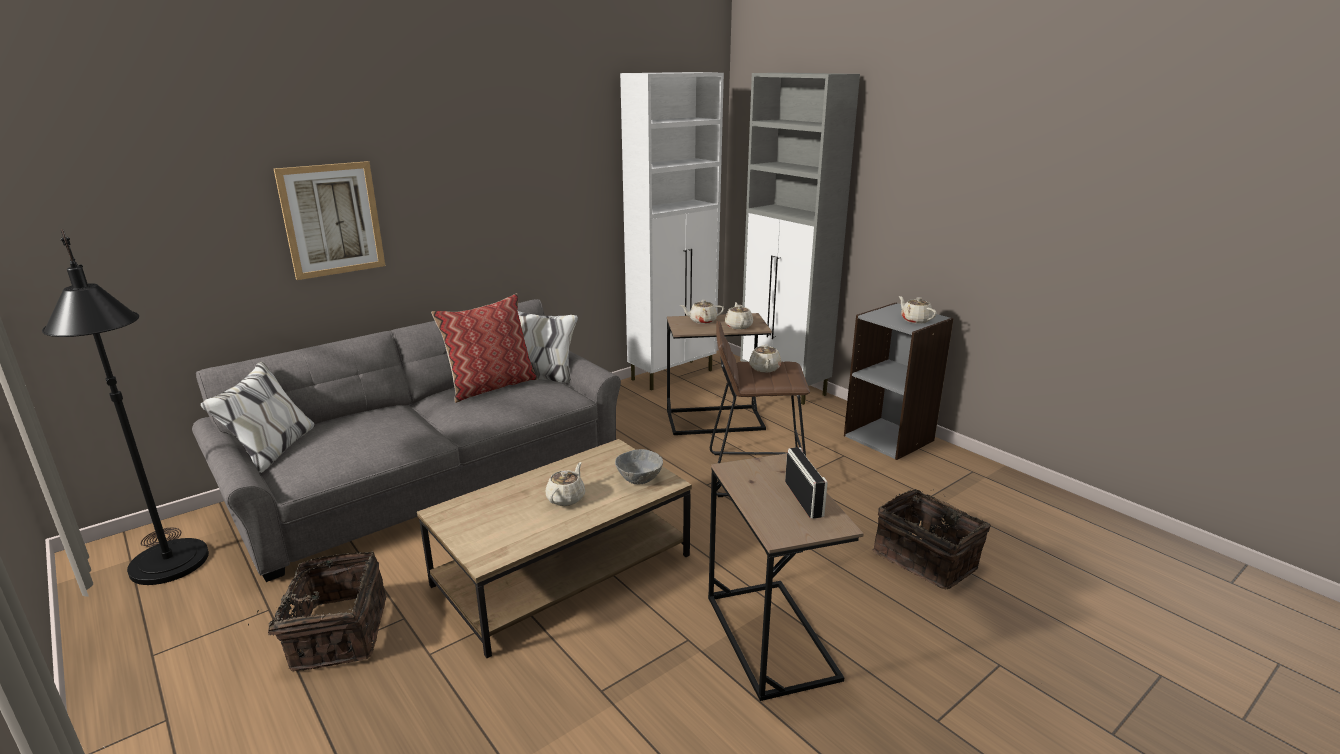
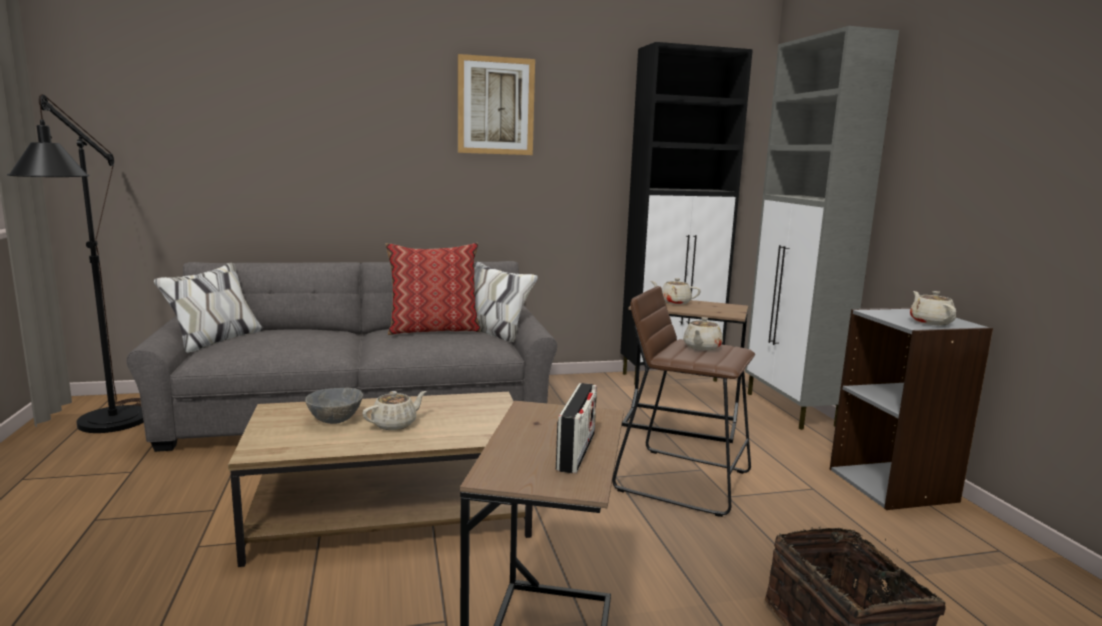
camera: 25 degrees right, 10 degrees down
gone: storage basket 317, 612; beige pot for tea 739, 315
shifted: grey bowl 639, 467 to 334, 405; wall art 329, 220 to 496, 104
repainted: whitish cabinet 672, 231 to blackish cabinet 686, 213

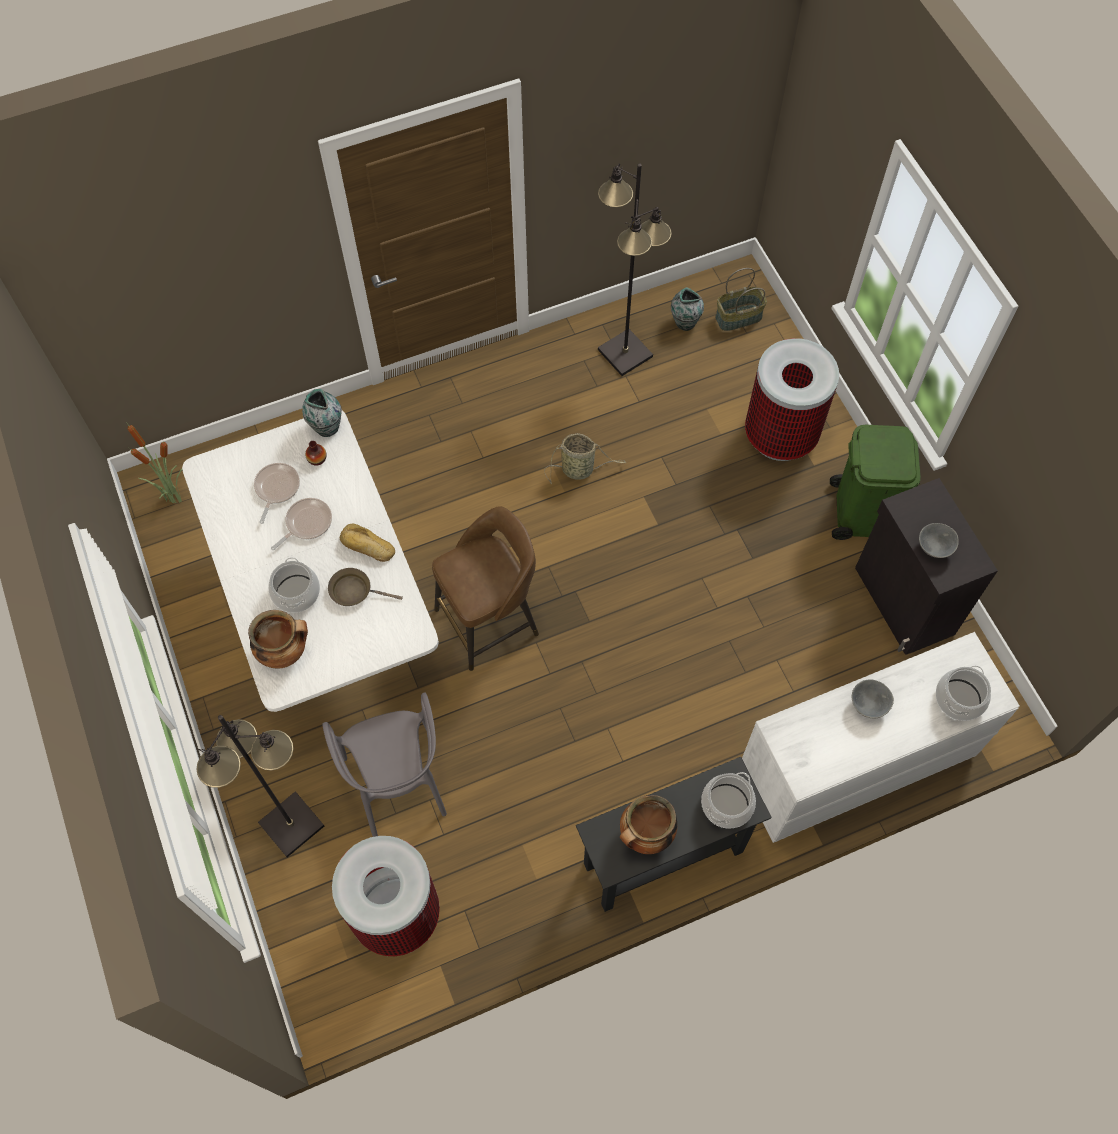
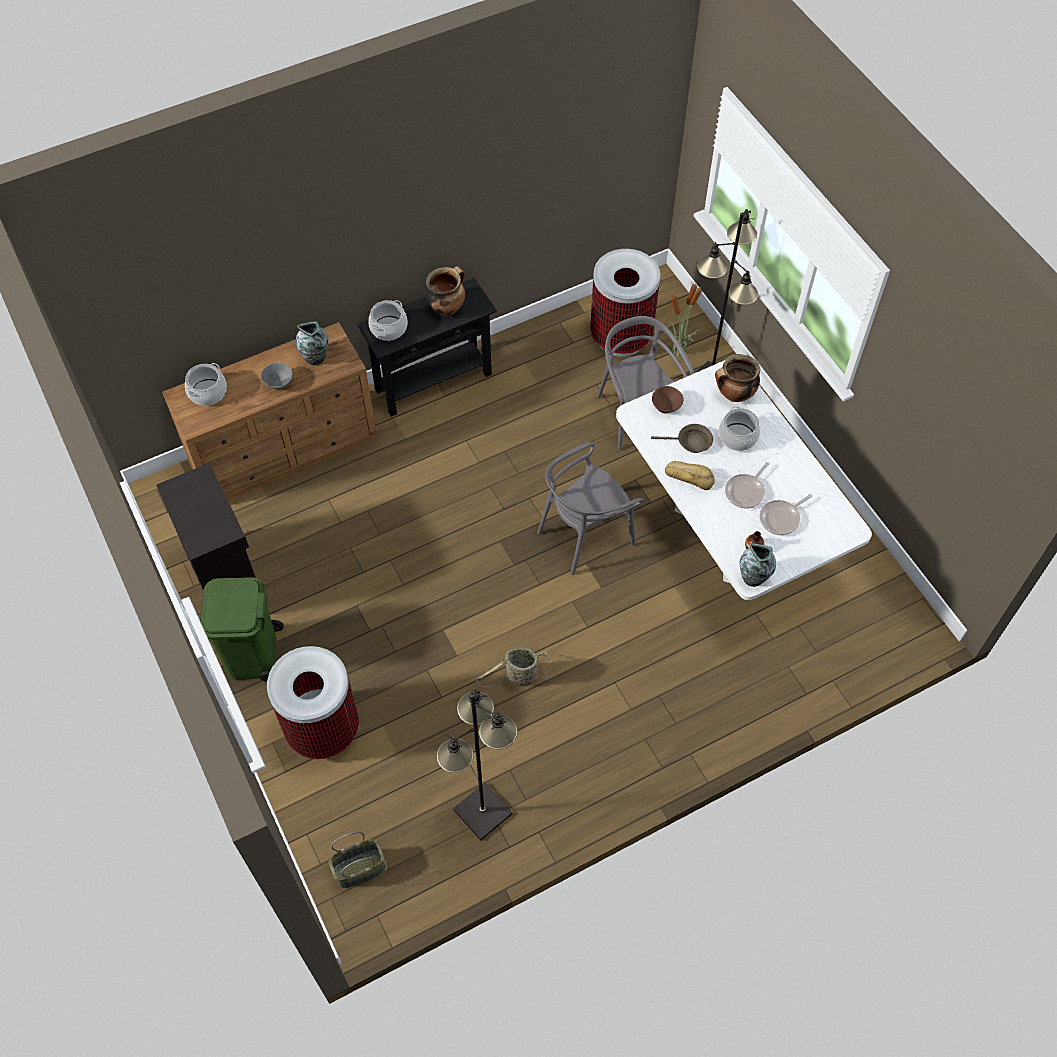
camera: 175 degrees right, 5 degrees down
gone: grey bowl 939, 540
new: brown-coloured bowl 668, 399
shifted: flower vase 687, 309 to 312, 343; houseplant 154, 462 to 683, 318
swapped: brown-coloured stool 485, 588 to grey upright chair 590, 508
repainted: whitish dresser 881, 737 to brown-coloured dresser 270, 411
rotated: skillet 277, 493 = 785, 514 45 degrees clockwise

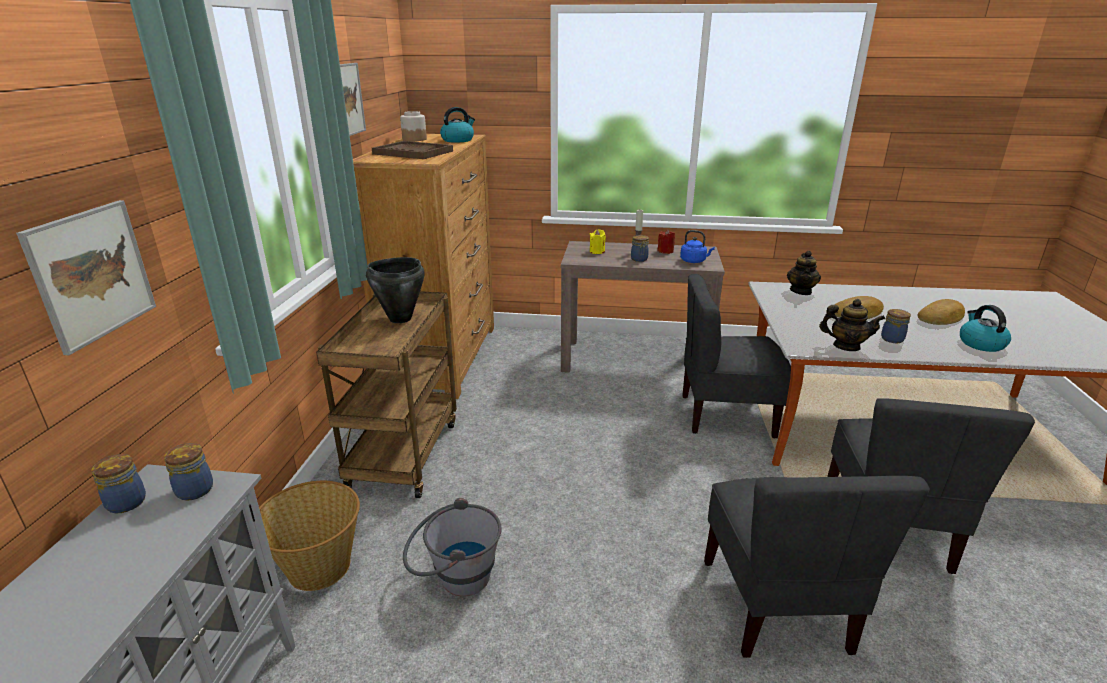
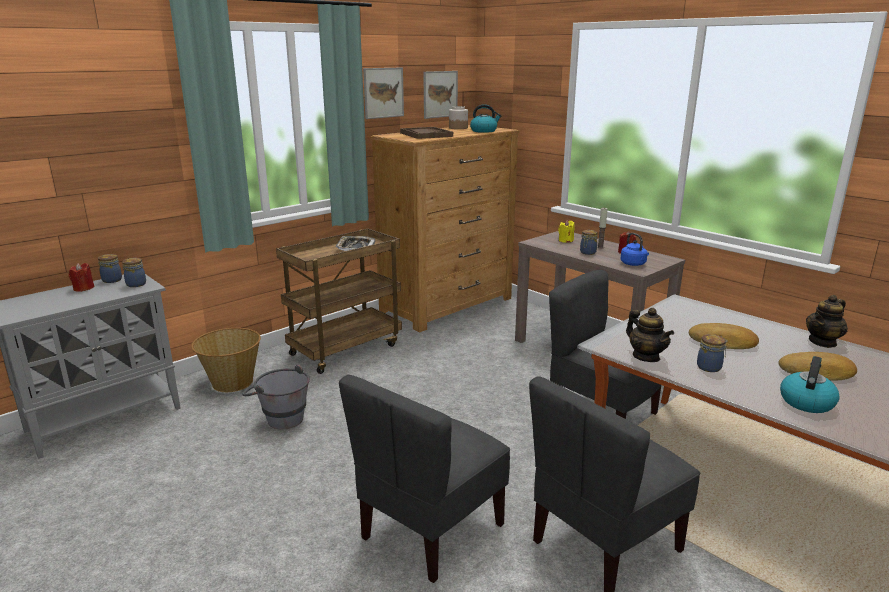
camera: 40 degrees right, 5 degrees down
new: red-coloured candle 81, 277
shifted: wall art 86, 277 to 440, 95; pot for tea 804, 273 to 827, 321
swapped: blackish cooking pot 395, 290 to tray 356, 243

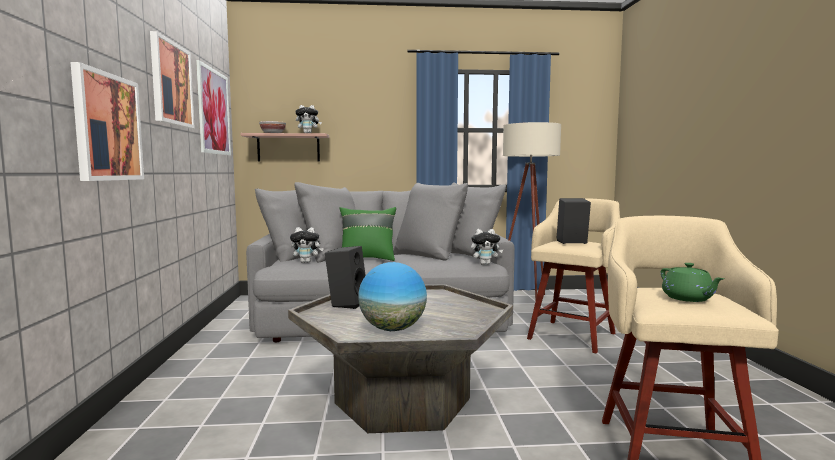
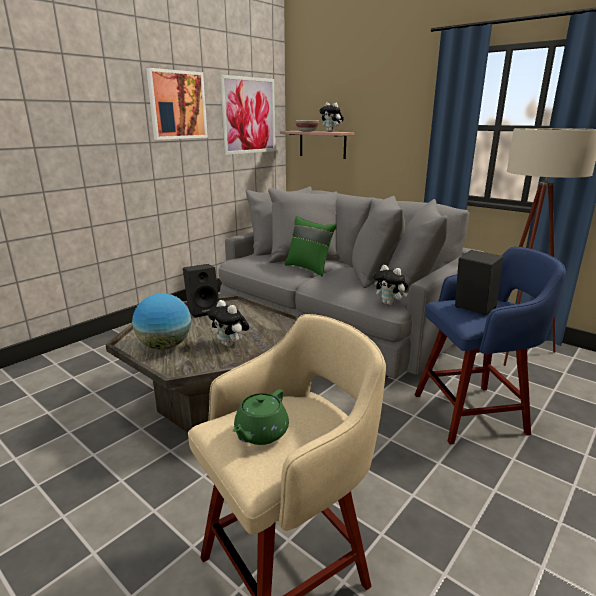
camera: 45 degrees right, 15 degrees up
gone: wall art 107, 121
shifted: cuddly toy 307, 245 to 228, 323
repainted: beige stool 573, 276 to blue stool 490, 346

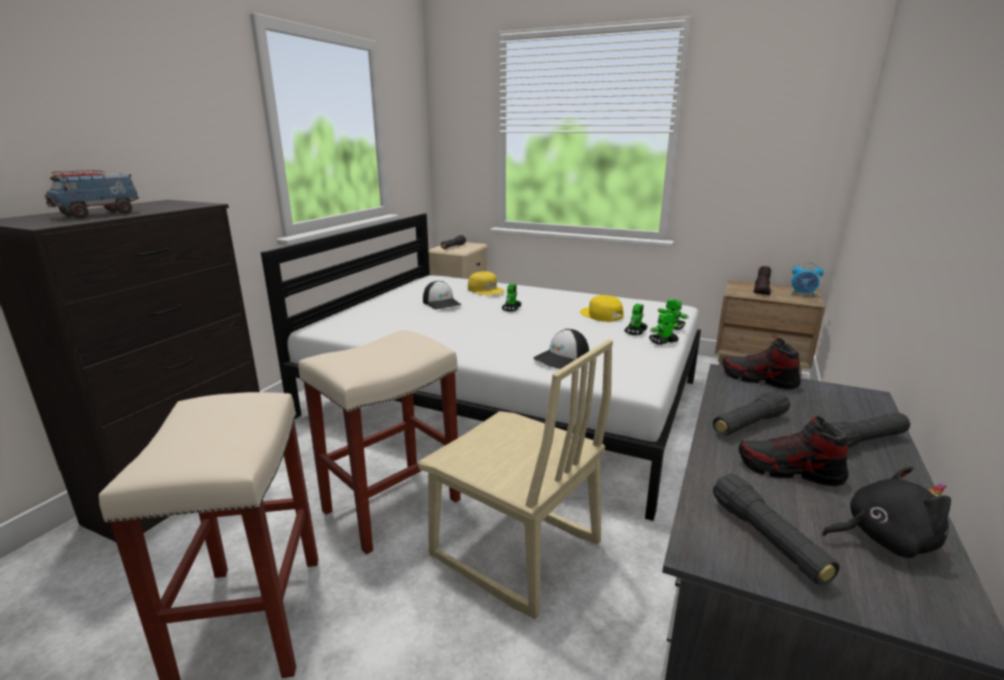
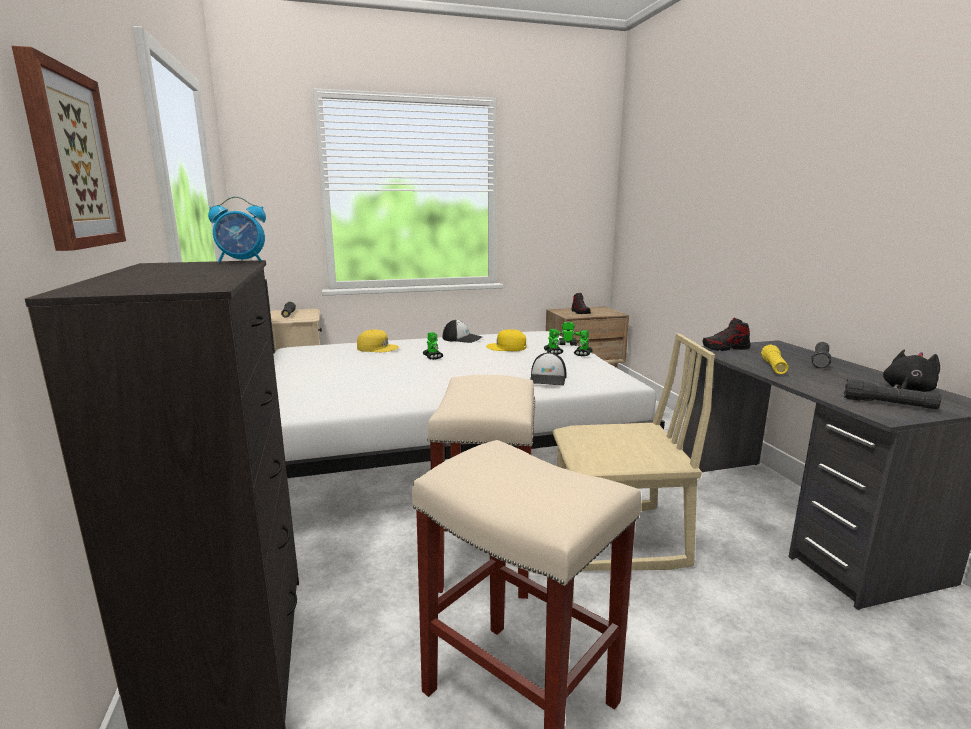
camera: 40 degrees left, 5 degrees down
gone: model truck 92, 194; item of footwear 794, 451
new: wall art 69, 148
shifted: bedside clock 807, 279 to 237, 229; peaked cap 442, 295 to 462, 331
repainted: blackish torch 751, 413 to yellow torch 775, 359

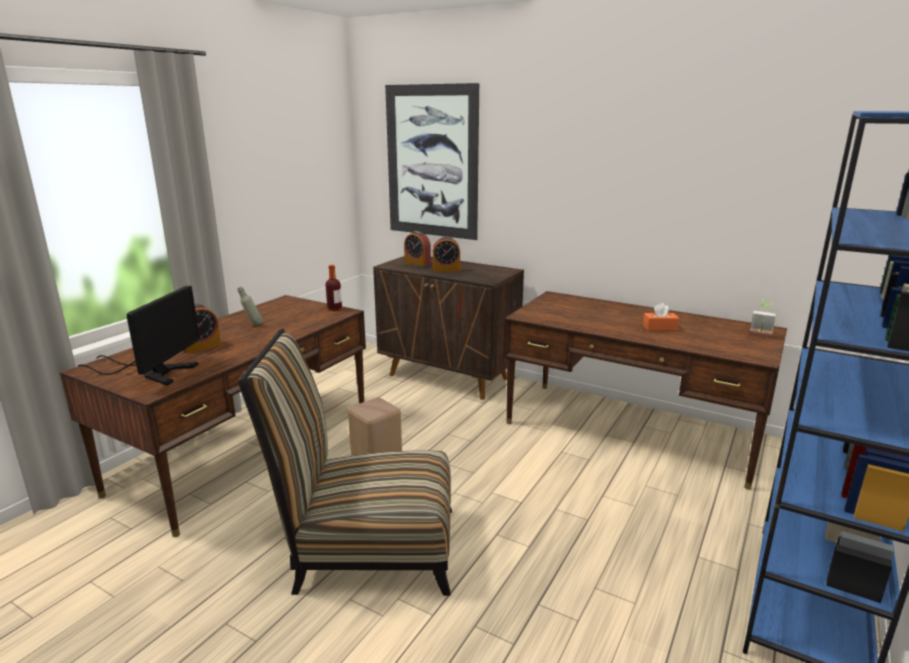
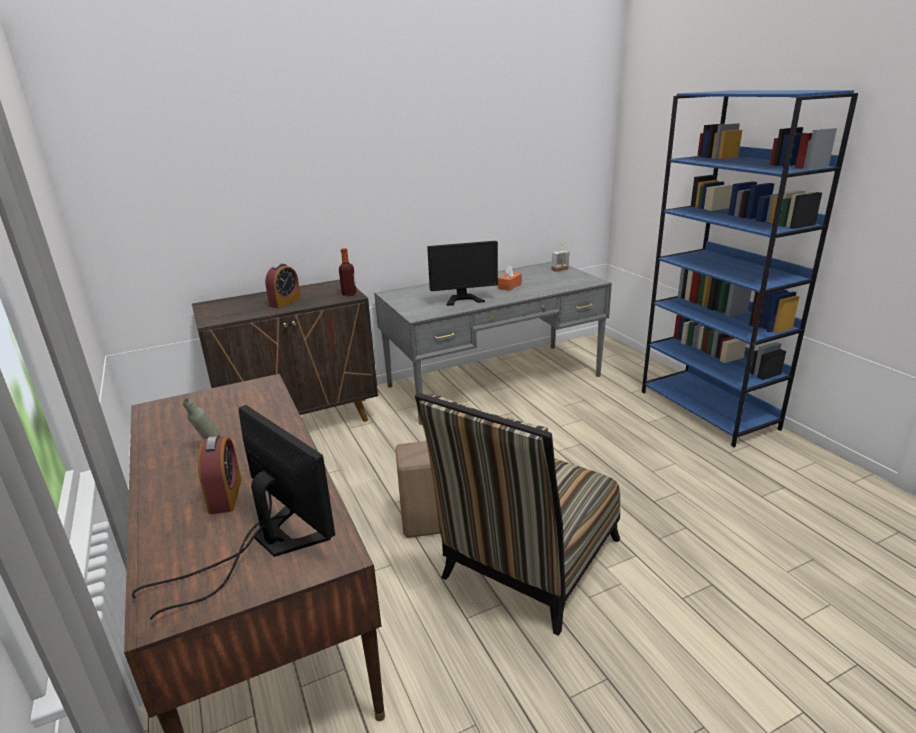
camera: 55 degrees left, 5 degrees up
gone: wall art 432, 161; bedside clock 417, 248
new: computer screen 462, 273
shifted: drink bottle 334, 288 to 347, 272
repainted: brown-coloured desk unit 645, 390 to grey desk unit 493, 343

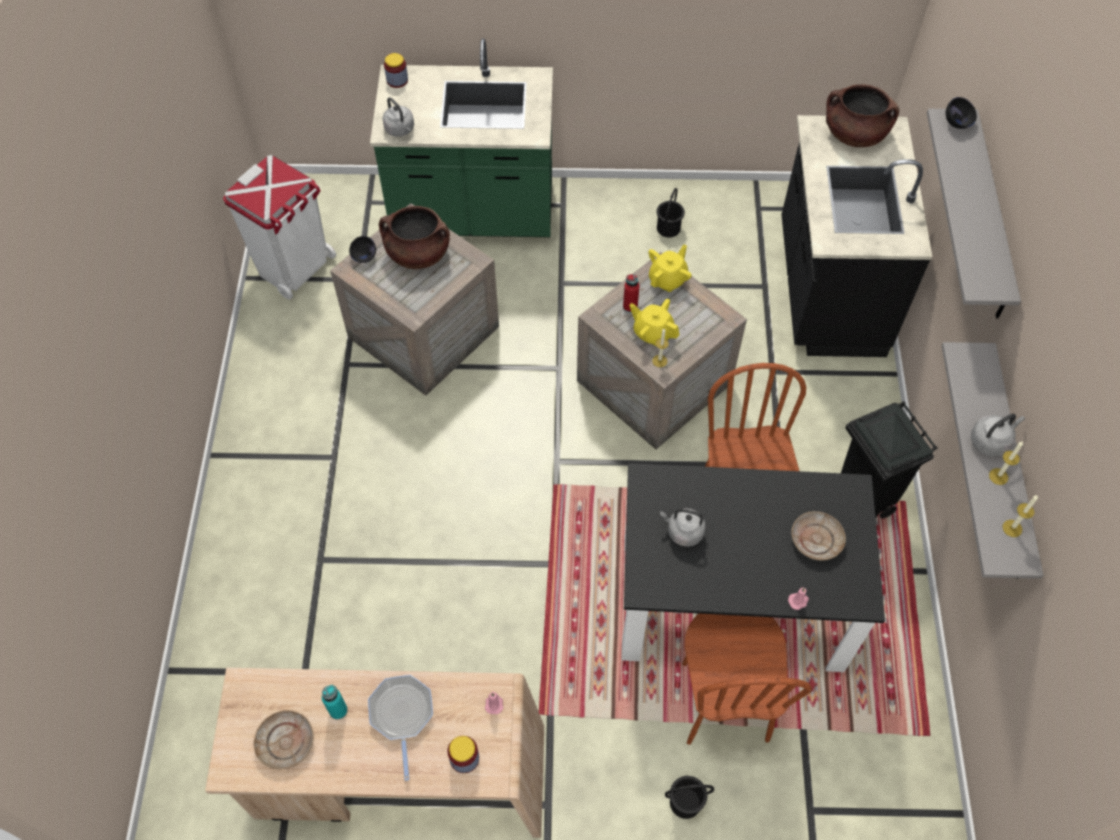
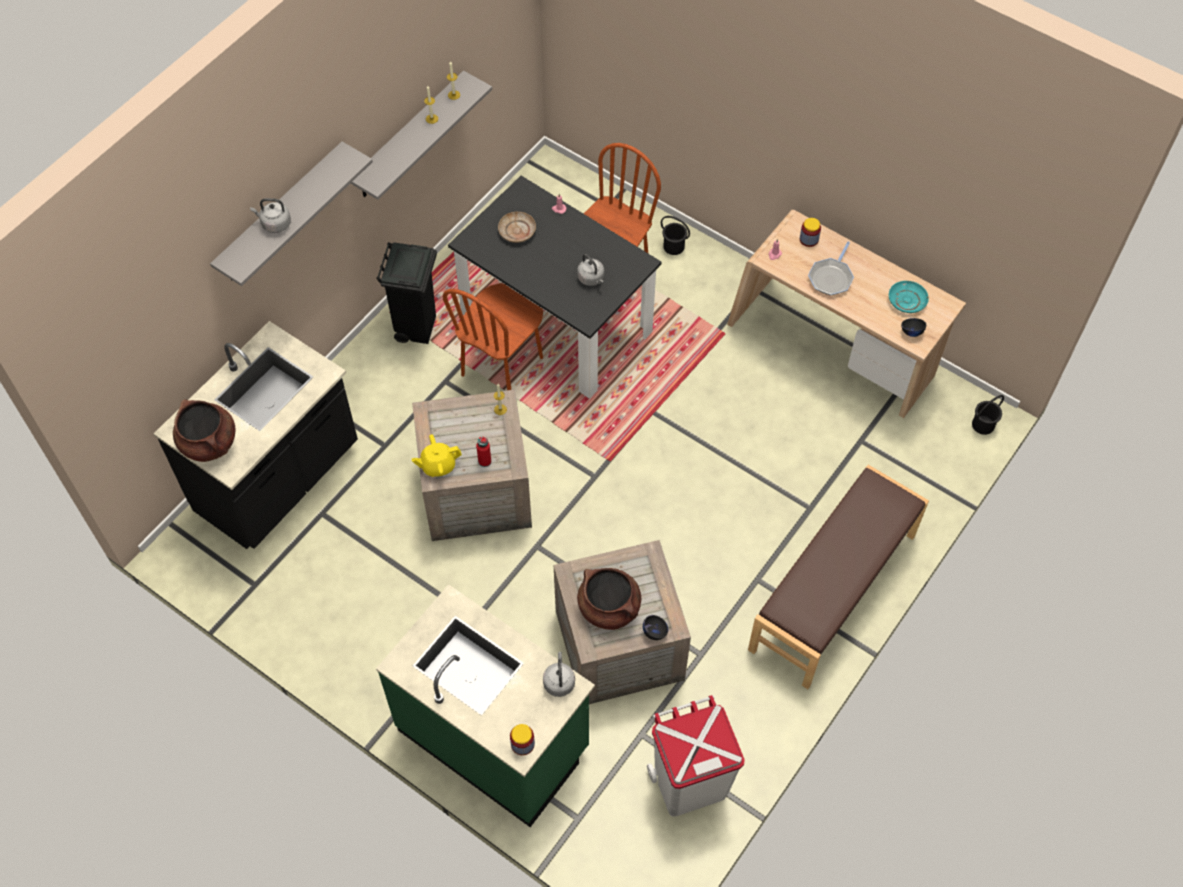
camera: 145 degrees left, 0 degrees up
gone: turquoise drink bottle 335, 702; yellow pot for tea 654, 322
new: brown-coloured long seat 838, 577
shifted: grey tea kettle 998, 435 to 270, 215; blackish bowl 961, 113 to 913, 327; blackish bucket 671, 213 to 988, 415
repainted: beige flat dish 284, 740 to turquoise flat dish 909, 297

